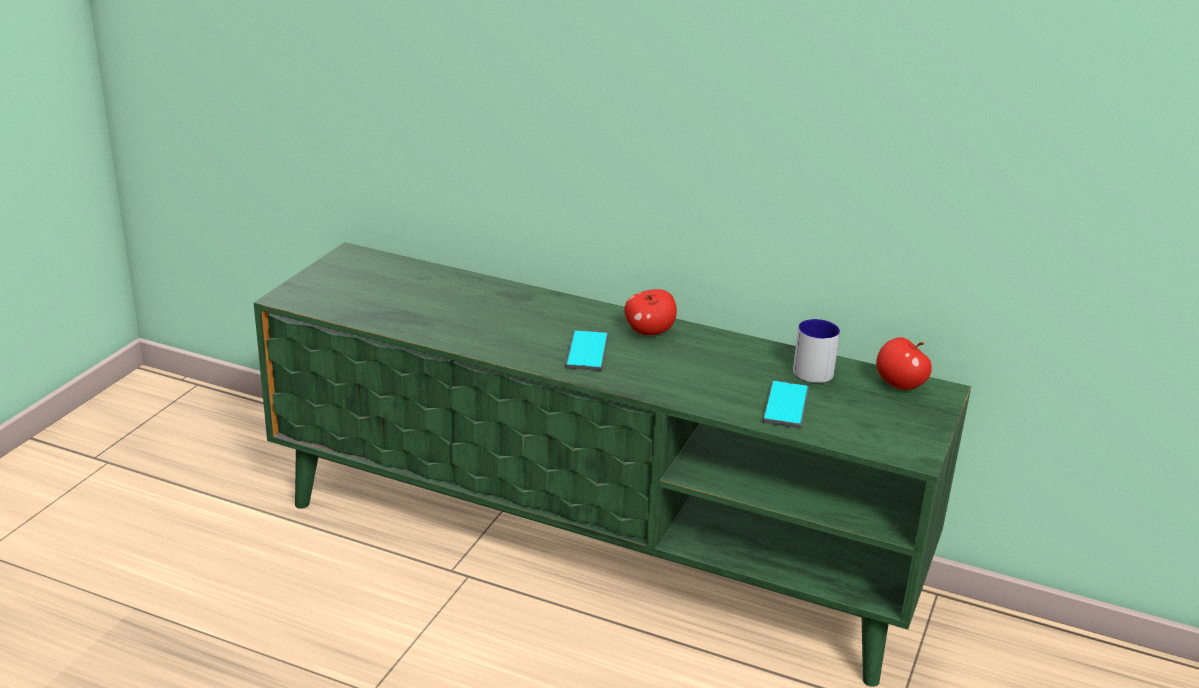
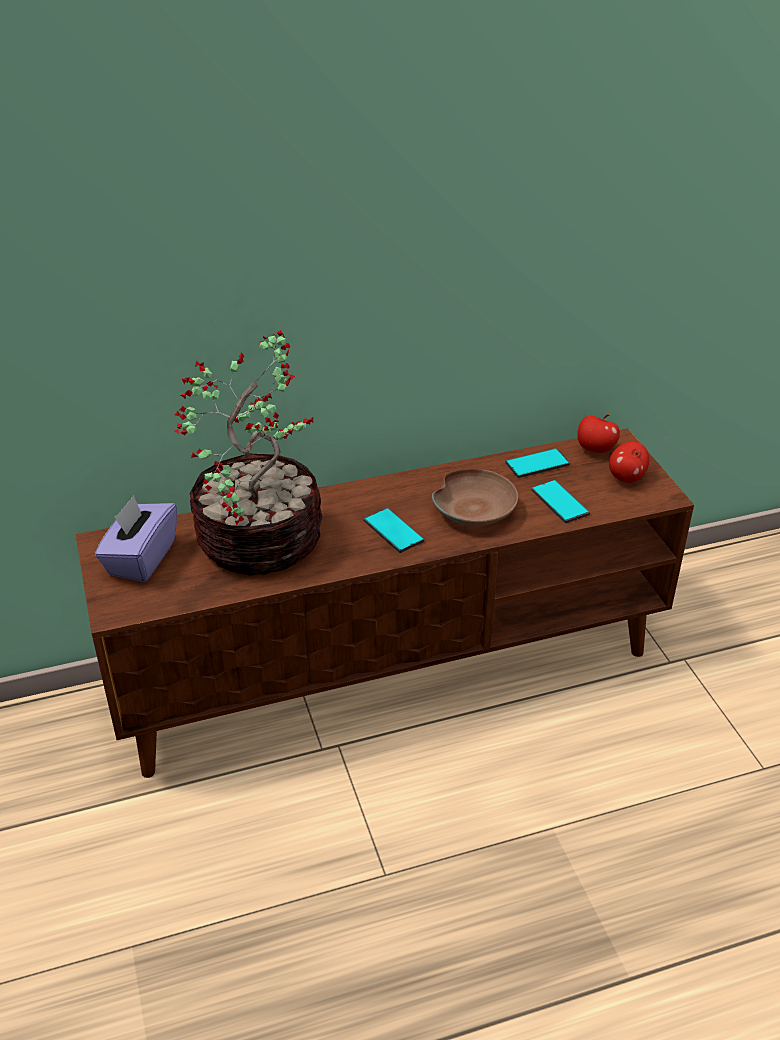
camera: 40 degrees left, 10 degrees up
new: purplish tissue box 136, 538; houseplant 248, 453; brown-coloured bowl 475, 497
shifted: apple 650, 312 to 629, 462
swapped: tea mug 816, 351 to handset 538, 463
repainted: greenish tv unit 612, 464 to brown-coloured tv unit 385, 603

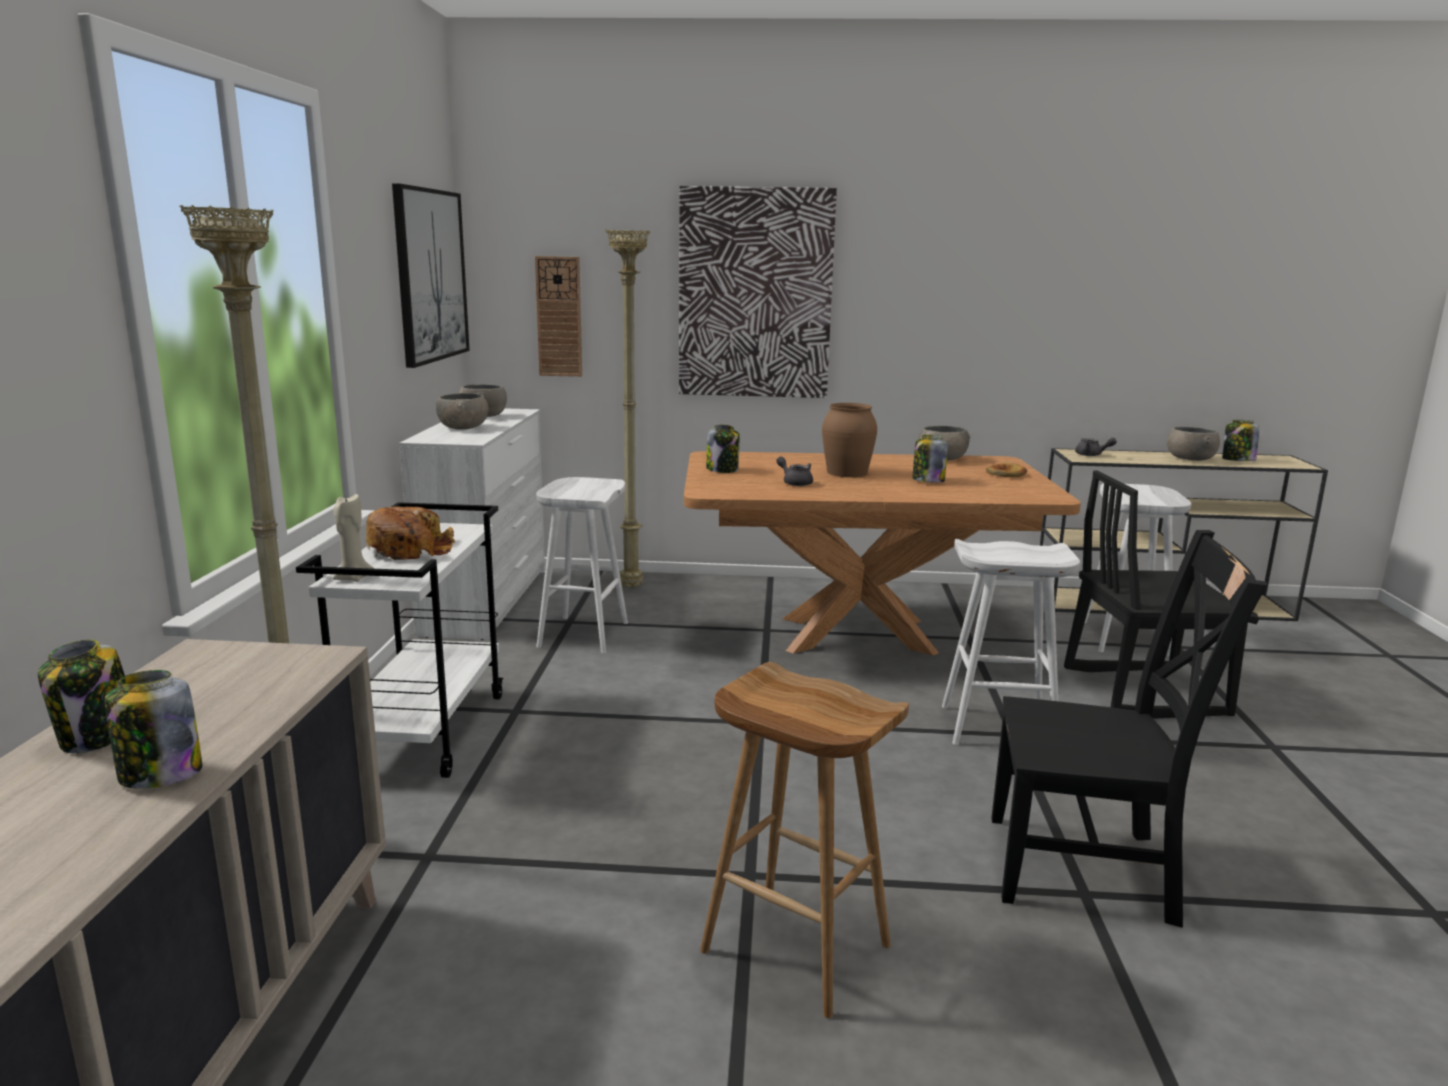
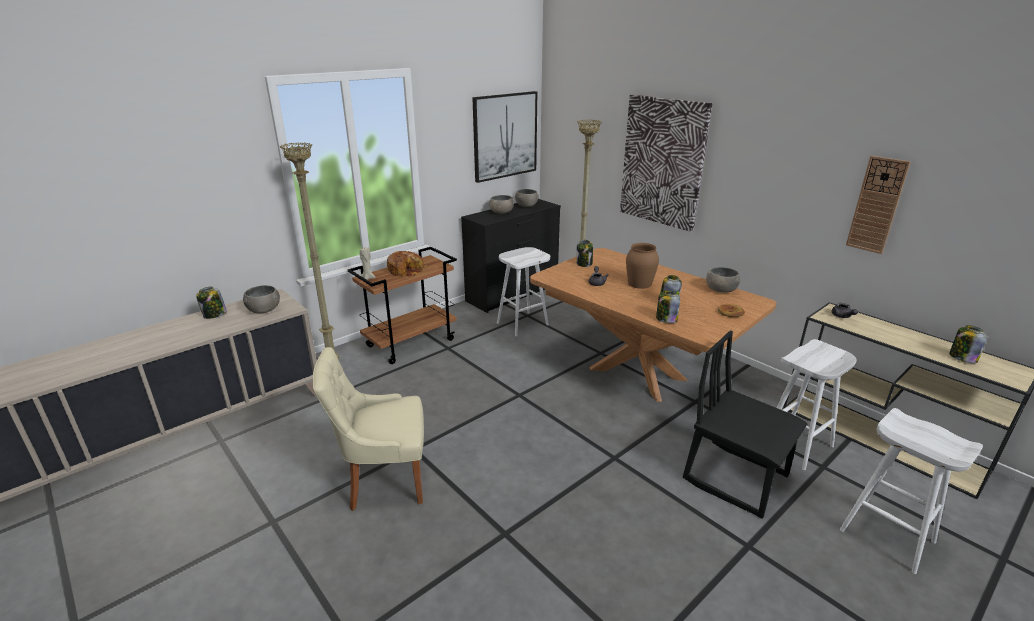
camera: 45 degrees right, 10 degrees up
gone: blackish upright chair 1129, 729
shifted: grey bowl 1193, 444 to 261, 299; preserve jar 153, 729 to 668, 306; whitish stool 1011, 642 to 911, 491; wall clock 558, 316 to 878, 205
swapped: brown-coloured stool 804, 840 to beige upright chair 368, 429
repainted: whitish wheeled cart 399, 640 to brown-coloured wheeled cart 402, 305; whitish dresser 472, 524 to blackish dresser 511, 256

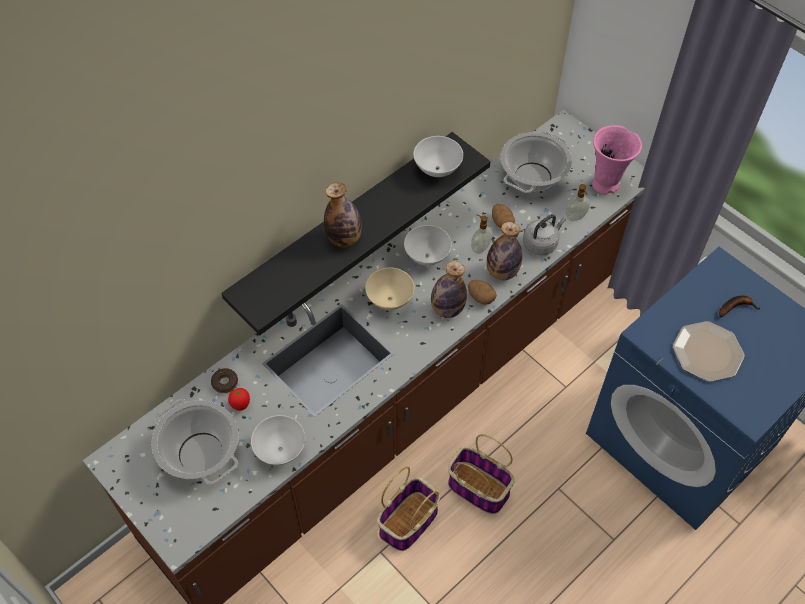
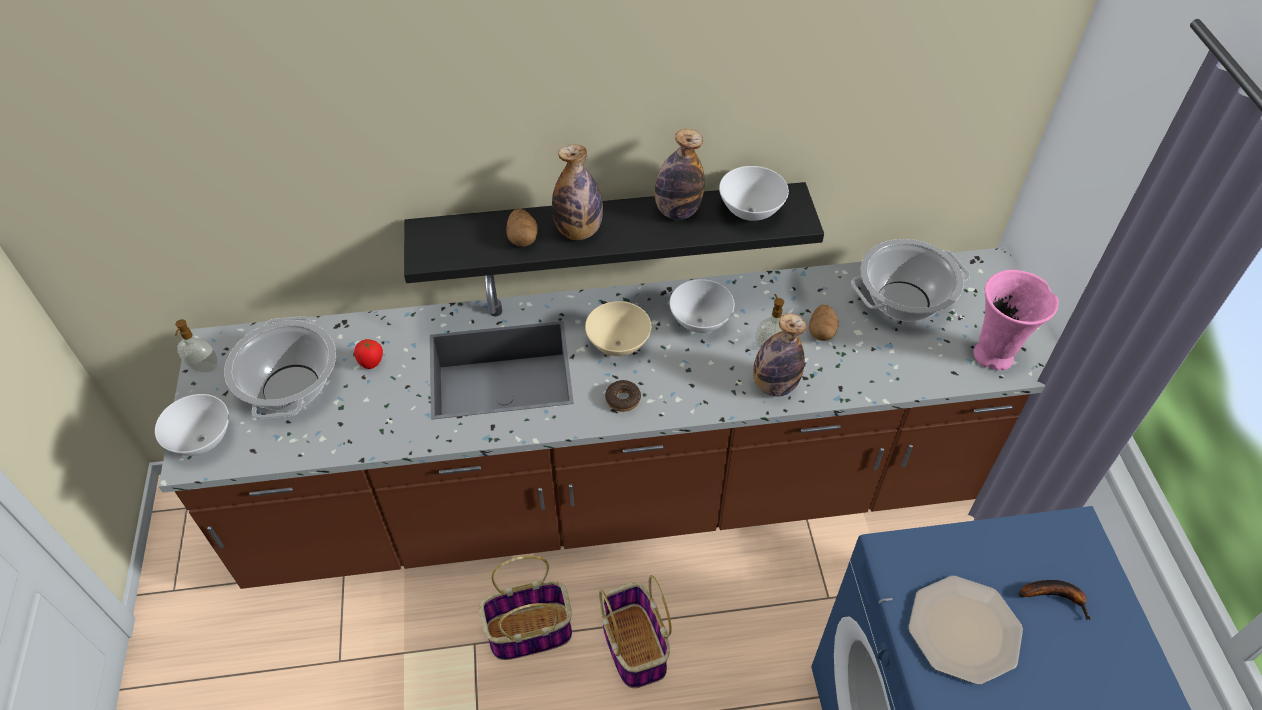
camera: 35 degrees right, 5 degrees down
gone: grey tea kettle 544, 234
shifted: whitish bowl 278, 440 to 192, 425; soap bottle 578, 202 to 196, 345; whole potato 482, 292 to 522, 228; ring doughnut 224, 380 to 623, 396; drink bottle 449, 289 to 680, 174

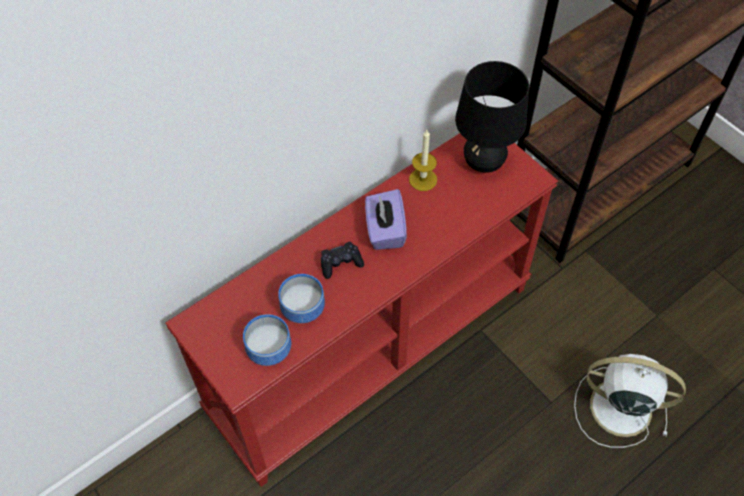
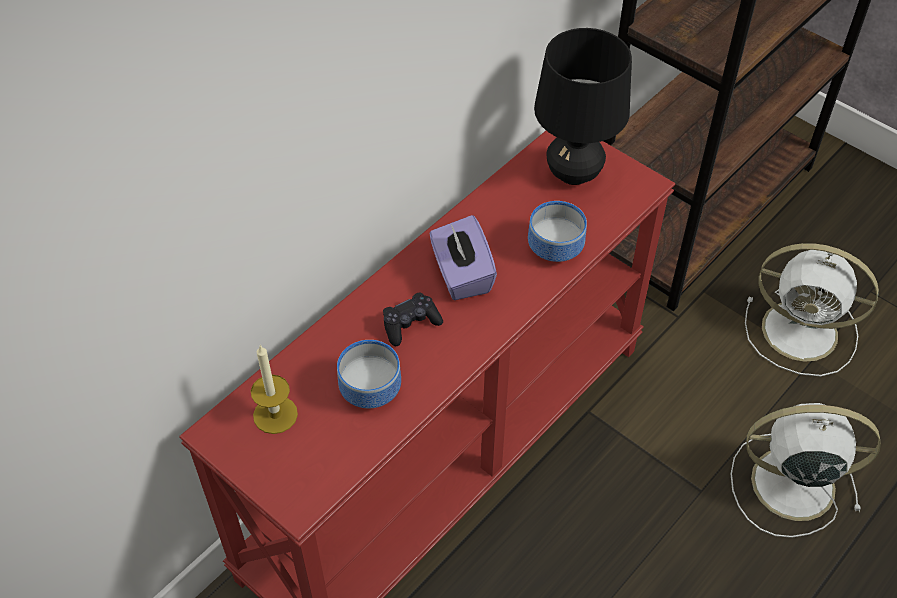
camera: 10 degrees left, 5 degrees down
new: whitish electric fan 812, 309
shifted: candle 423, 160 to 274, 389; bowl 267, 340 to 557, 231

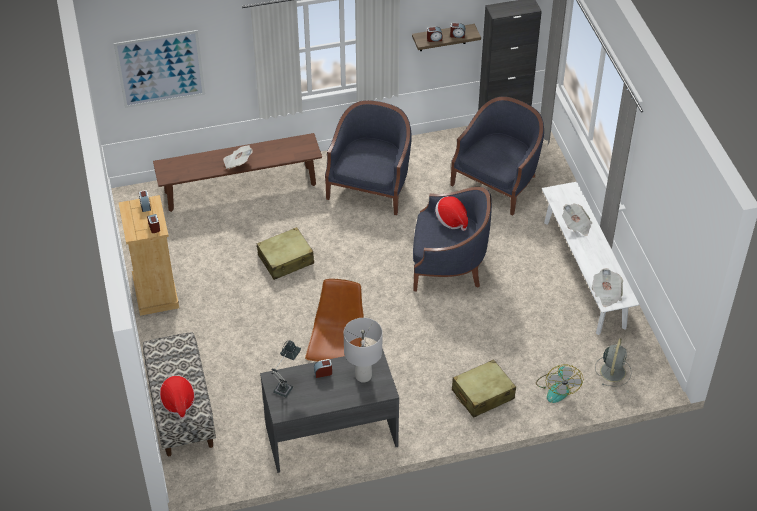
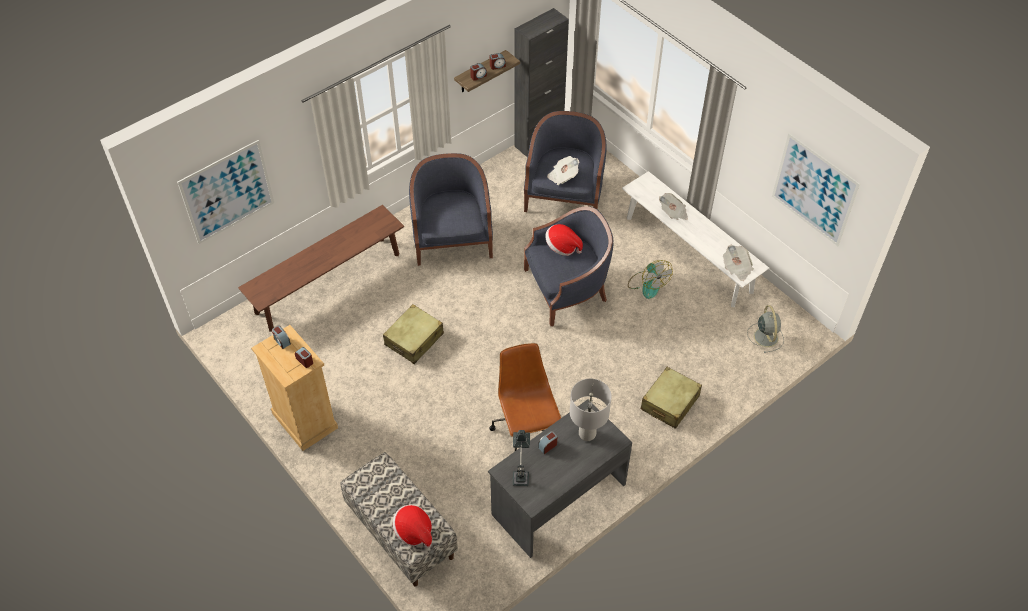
camera: 25 degrees left, 5 degrees up
new: wall art 816, 189
shifted: newspaper 238, 157 to 563, 170; electric fan 559, 383 to 650, 279

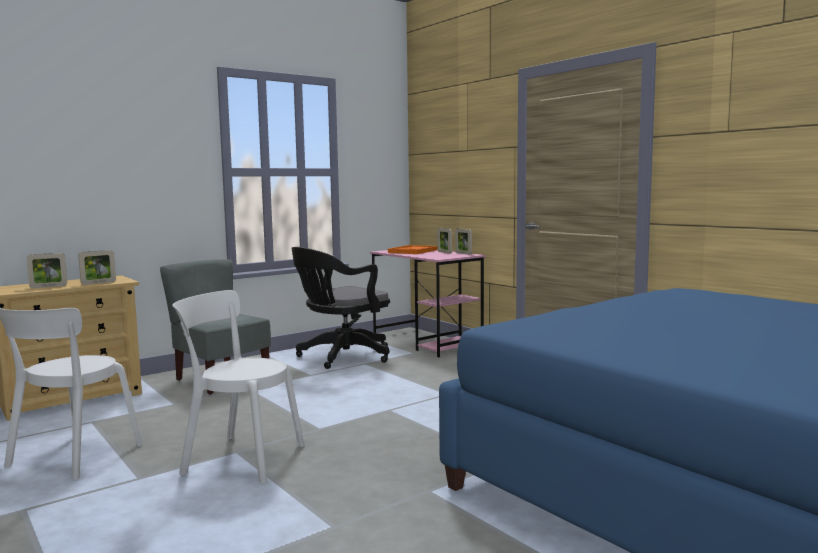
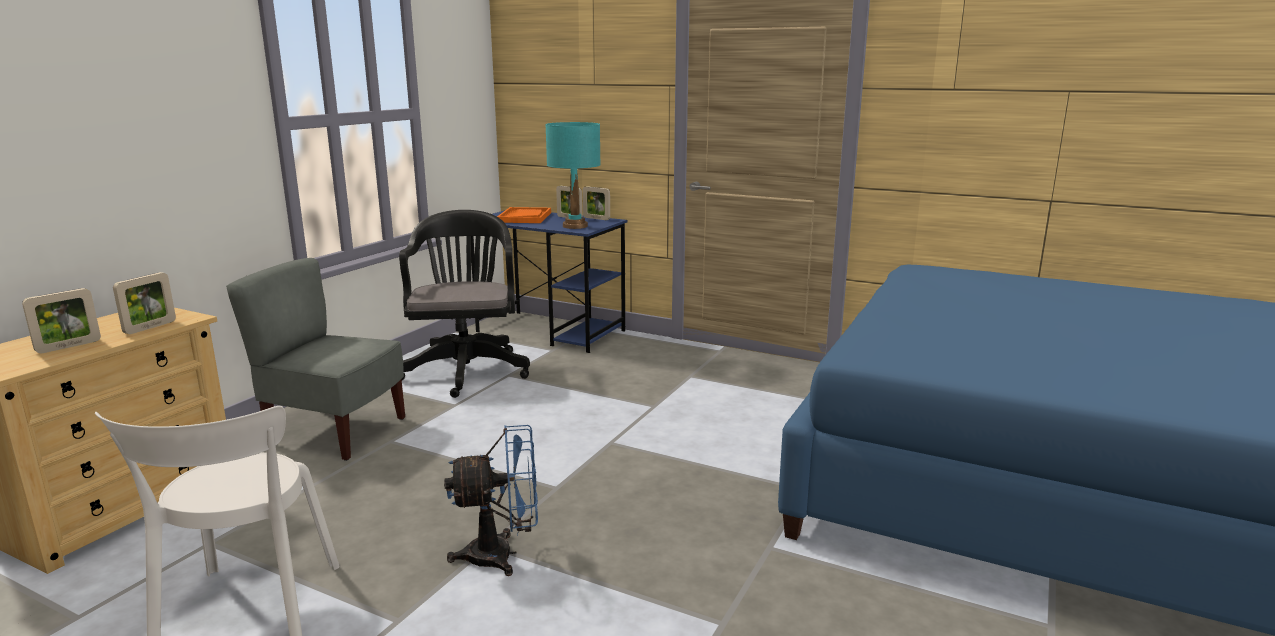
camera: 25 degrees left, 10 degrees up
new: turquoise lamp for a table 573, 175
swapped: whitish upright chair 238, 387 to blue electric fan 491, 500
repainted: pink desk unit 428, 303 to blue desk unit 549, 282
rotated: blackish office chair 341, 308 = 464, 304 150 degrees clockwise

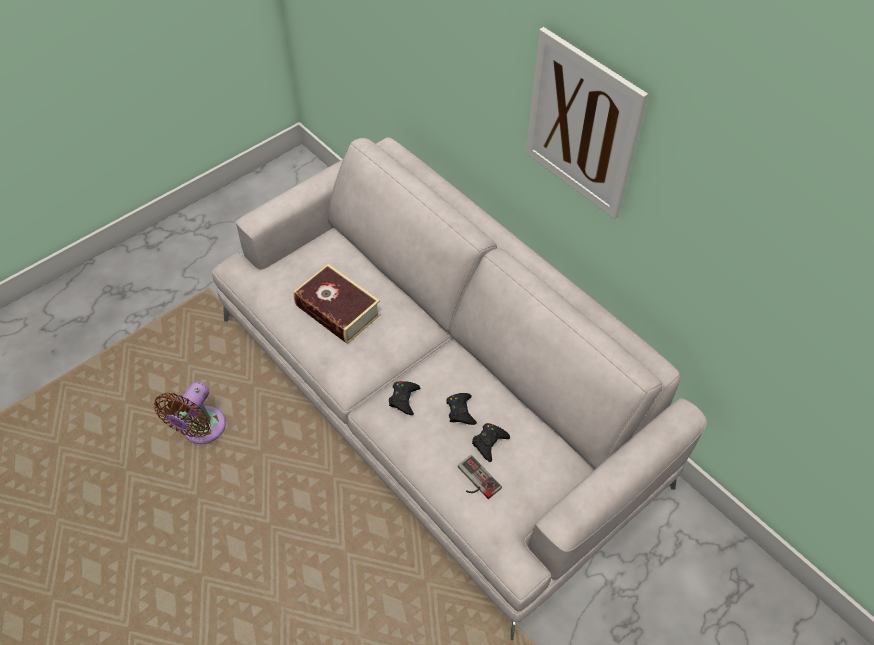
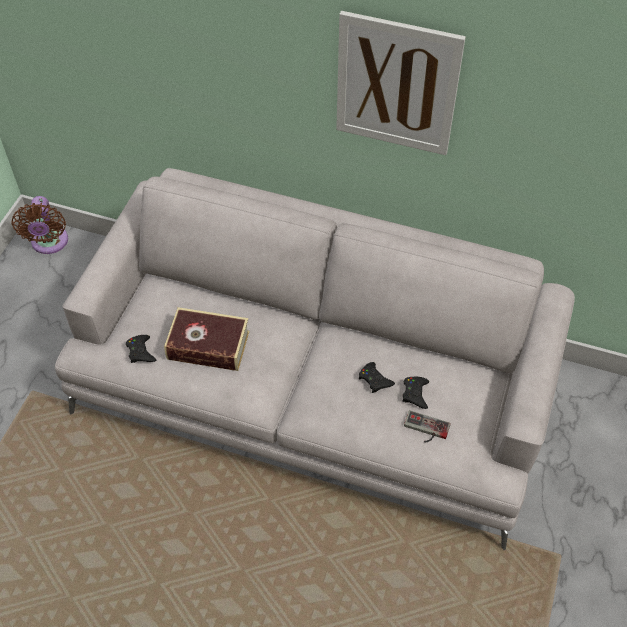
camera: 30 degrees left, 0 degrees up
shifted: brown-coloured electric fan 190, 413 to 39, 225; blackish game controller 404, 398 to 141, 349

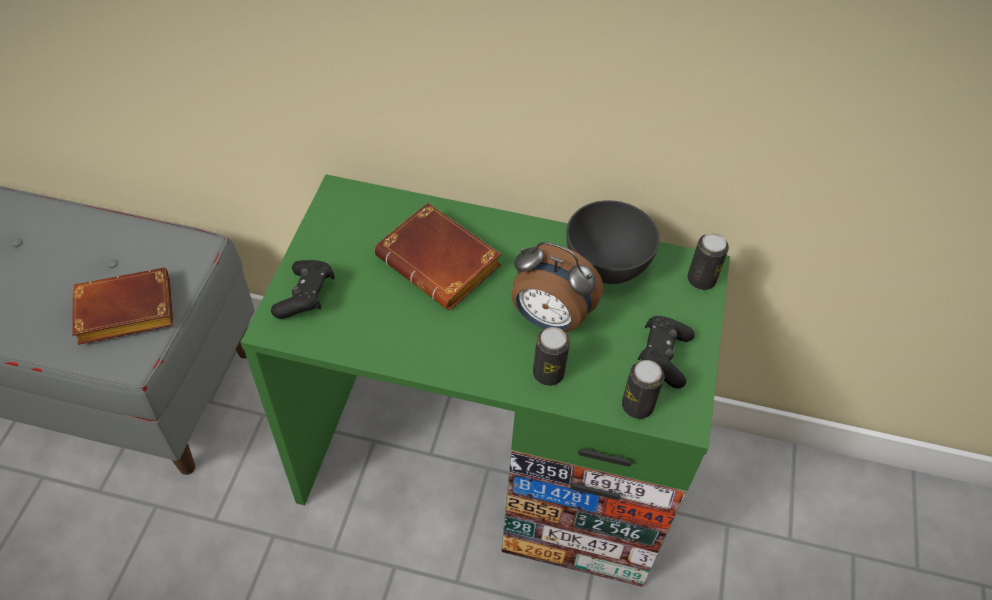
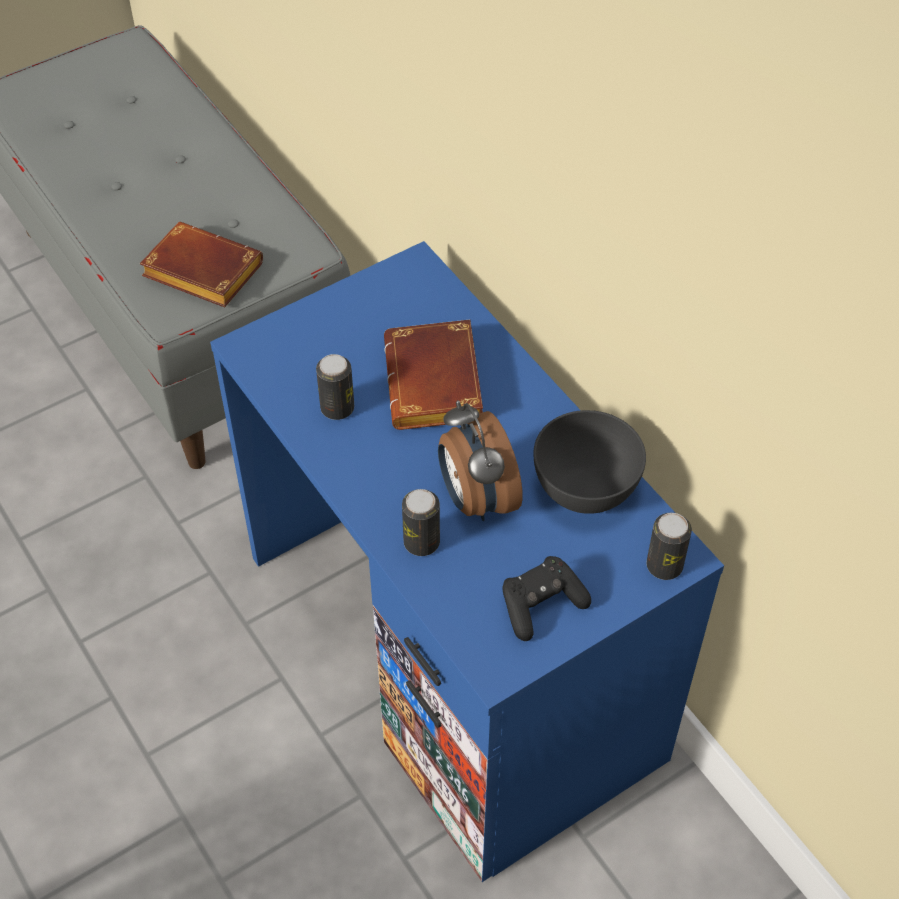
camera: 45 degrees right, 0 degrees up
gone: blackish game controller 303, 289
shifted: metal can 643, 389 to 335, 387
repainted: greenish desk unit 485, 380 to blue desk unit 467, 561

